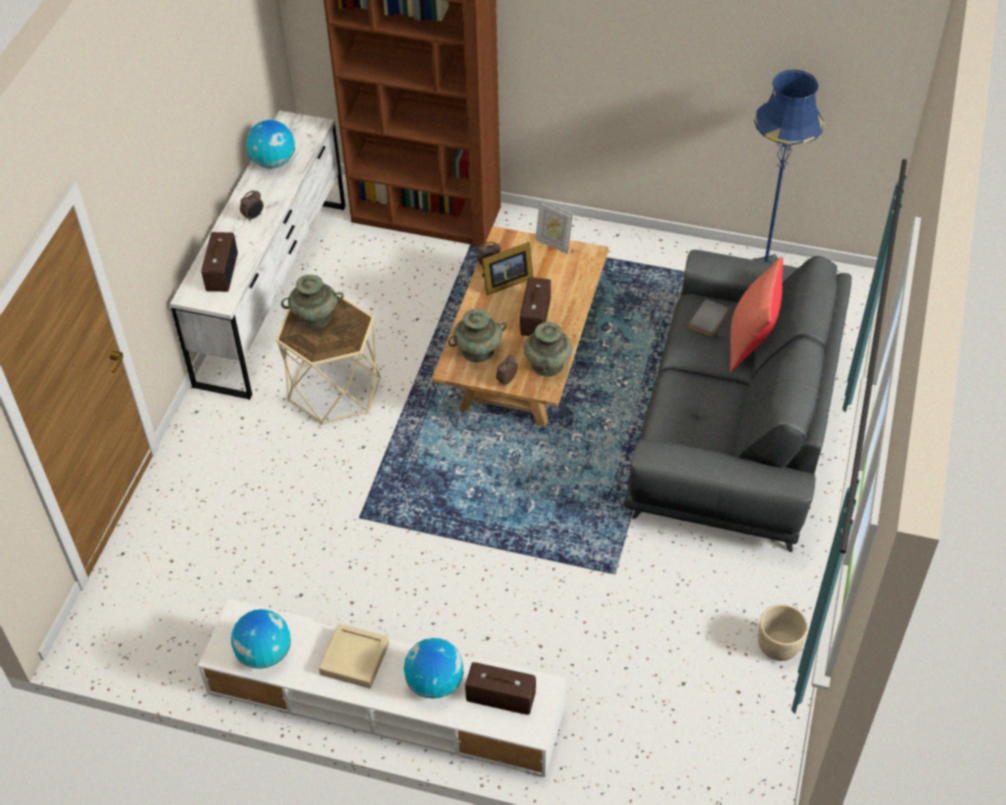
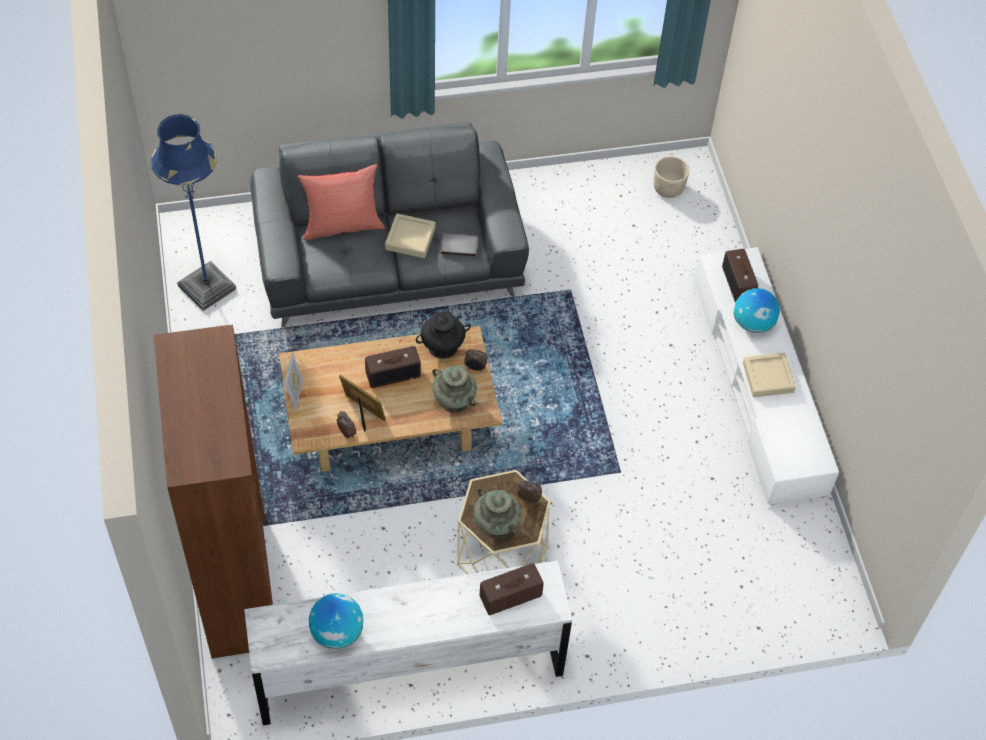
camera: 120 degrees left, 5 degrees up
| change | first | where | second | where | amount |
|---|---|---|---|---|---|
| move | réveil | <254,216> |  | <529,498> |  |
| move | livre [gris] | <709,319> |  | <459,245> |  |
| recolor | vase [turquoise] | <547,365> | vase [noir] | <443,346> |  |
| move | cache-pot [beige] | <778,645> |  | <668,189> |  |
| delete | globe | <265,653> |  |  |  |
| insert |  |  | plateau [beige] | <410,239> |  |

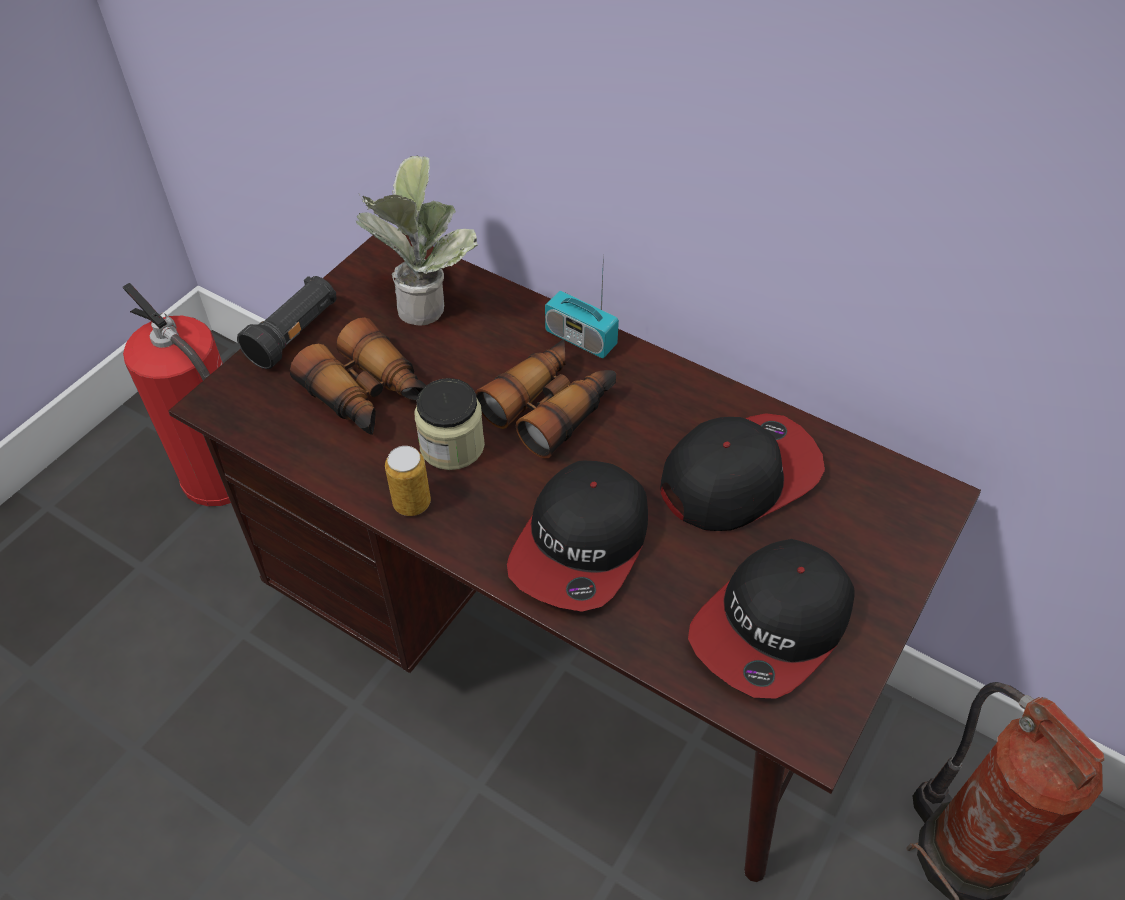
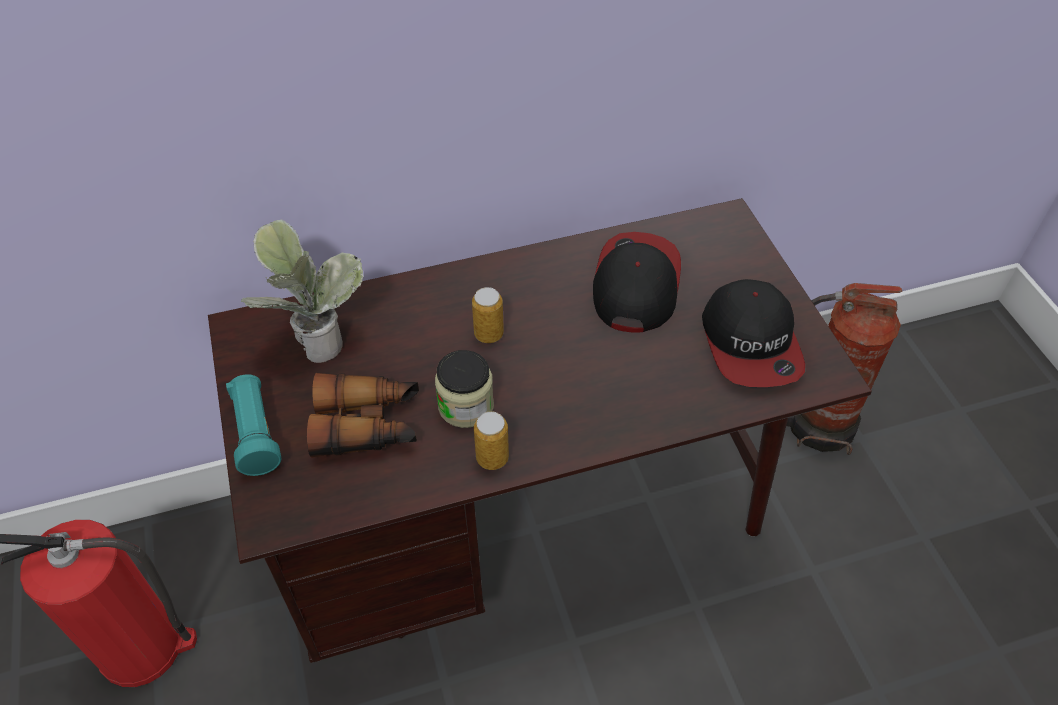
camera: 50 degrees left, 0 degrees up
| change | first | where | second | where | amount |
|---|---|---|---|---|---|
| delete | radio | <580,339> |  |  |  |
| recolor | lampe de poche [noir] | <295,335> | lampe de poche [turquoise] | <256,433> |  |
| replace | jumelles | <551,406> | boîte métallique | <488,334> |  |
| delete | casquette | <582,545> |  |  |  |

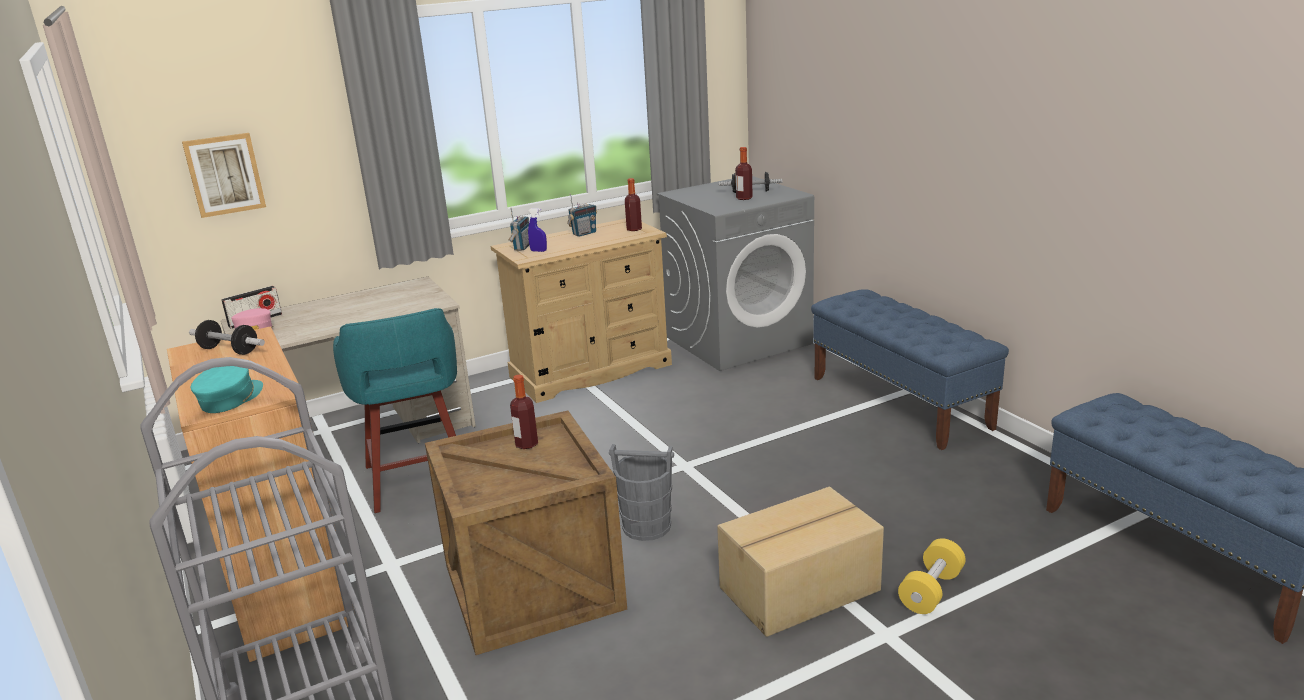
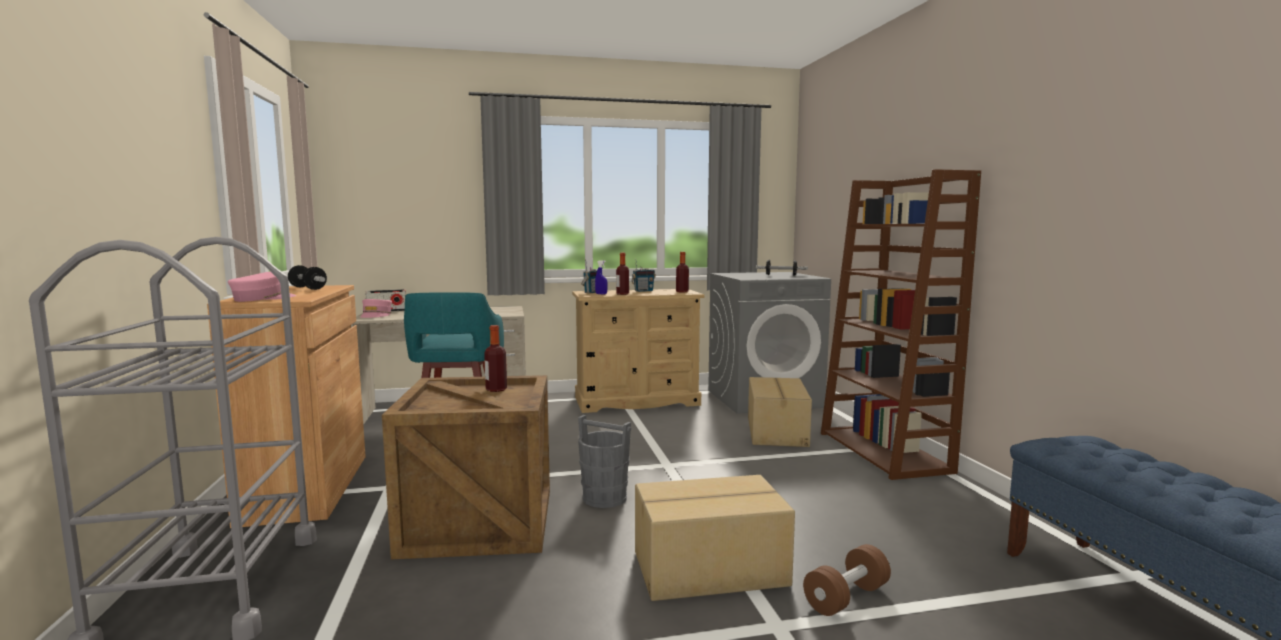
camera: 15 degrees right, 15 degrees down
| change | first | where | second | where | amount |
|---|---|---|---|---|---|
| delete | tableau | <224,174> |  |  |  |
| move | bouteille | <744,198> |  | <622,294> |  |
| replace | banc [bleu] | <900,402> | bibliothèque [marron] | <885,452> |  |
| recolor | casquette [turquoise] | <231,398> | casquette [rose] | <263,299> |  |
| recolor | haltère [jaune] | <931,591> | haltère [marron] | <846,597> |  |
| insert |  |  | carton | <778,432> |  |

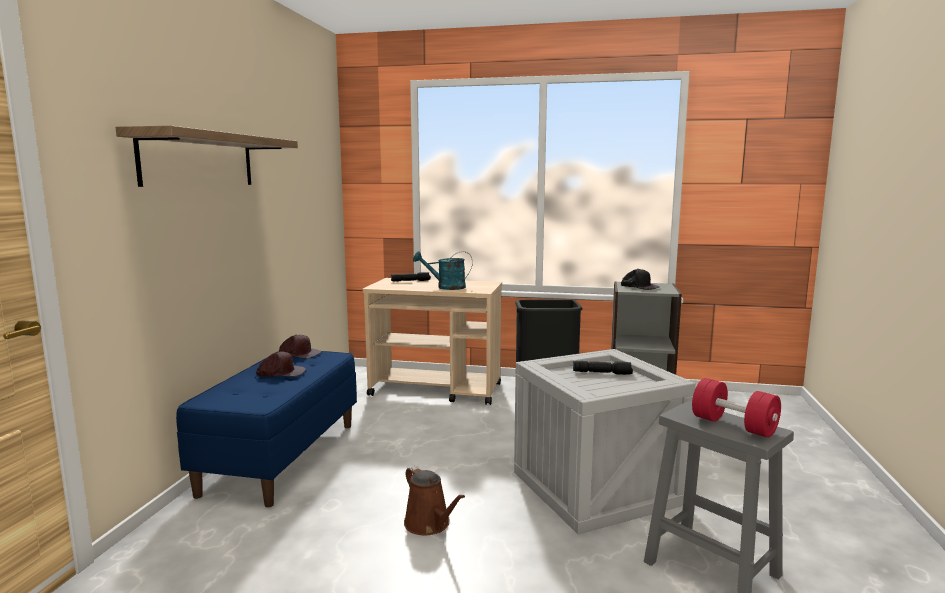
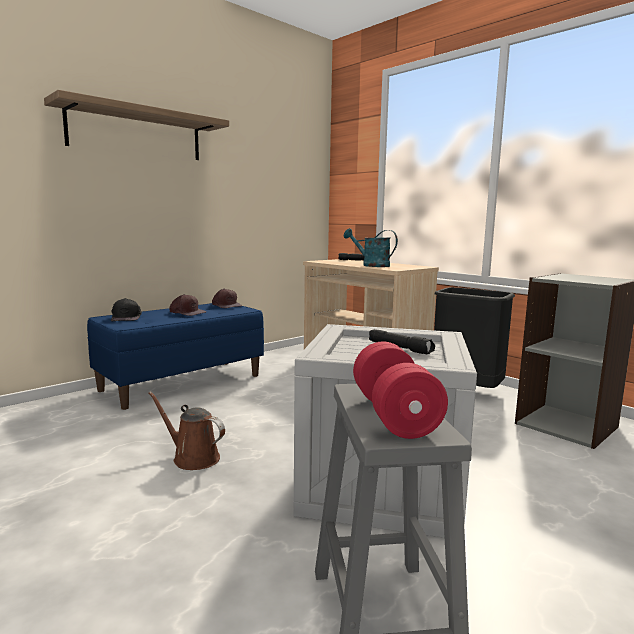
camera: 35 degrees right, 0 degrees up
| change | first | where | second | where | amount |
|---|---|---|---|---|---|
| move | casquette [noir] | <639,286> |  | <127,317> |  |
| rotate | arrosoir [marron] | <429,524> |  | <192,458> | 120 degrees clockwise |

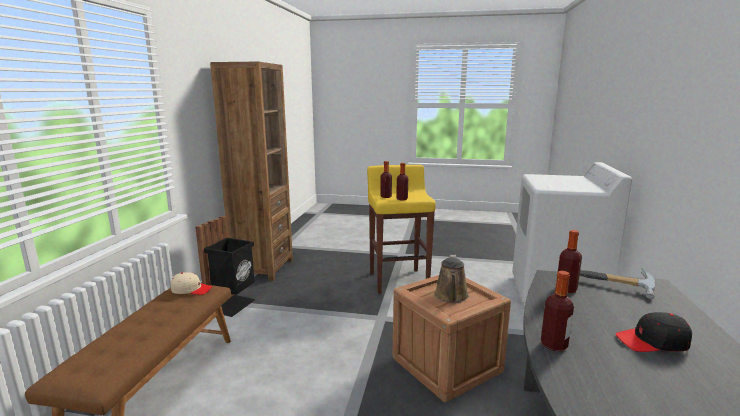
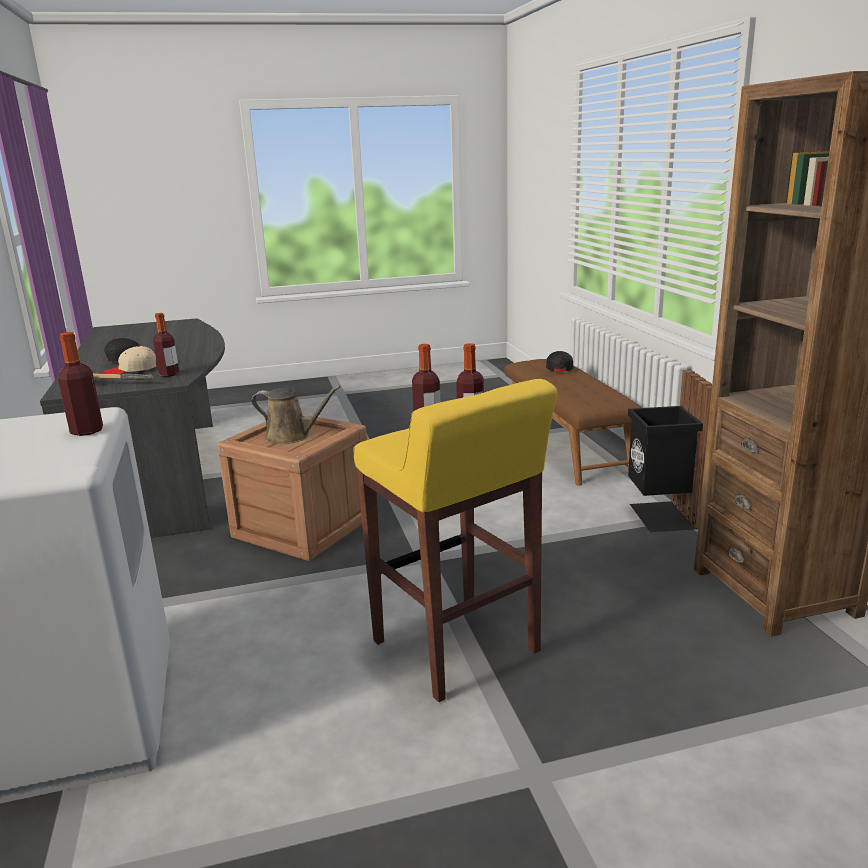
camera: 155 degrees right, 5 degrees up
| change | first | where | second | where | amount |
|---|---|---|---|---|---|
| rotate | arrosoir [marron] | <451,297> |  | <291,436> | 120 degrees clockwise |
| move | bouteille | <553,345> |  | <87,431> |  |
| move | casquette [beige] | <191,289> |  | <132,370> |  |
| insert |  |  | casquette [noir] | <559,367> |  |

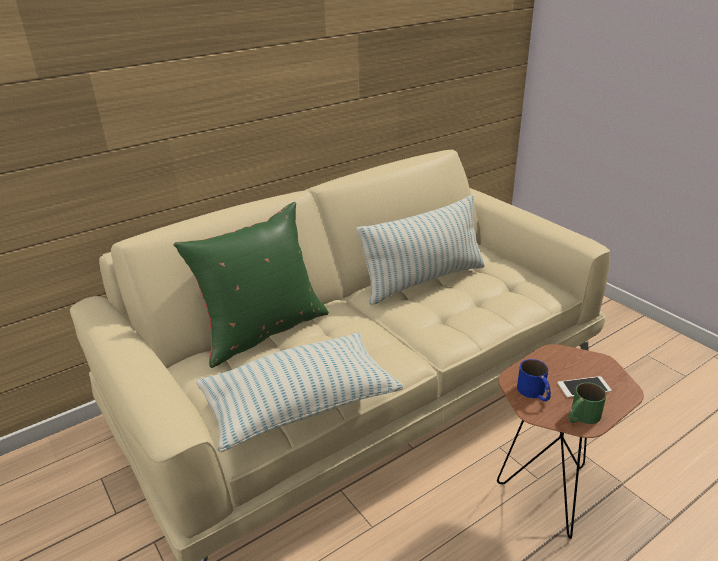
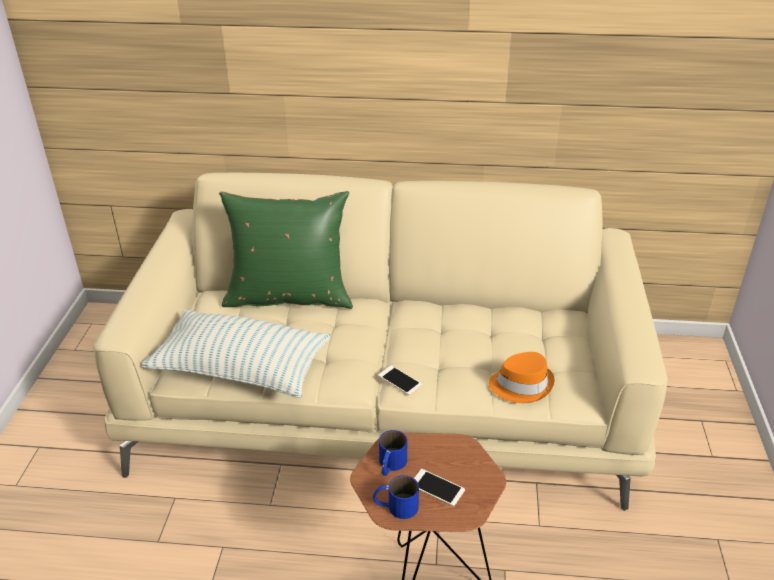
camera: 40 degrees right, 5 degrees up
| change | first | where | second | where | amount |
|---|---|---|---|---|---|
| delete | coussin | <423,280> |  |  |  |
| recolor | mug [vert] | <581,417> | mug [bleu] | <395,506> |  |
| insert |  |  | chapeau [orange] | <521,385> |  |
| insert |  |  | téléphone | <400,380> |  |

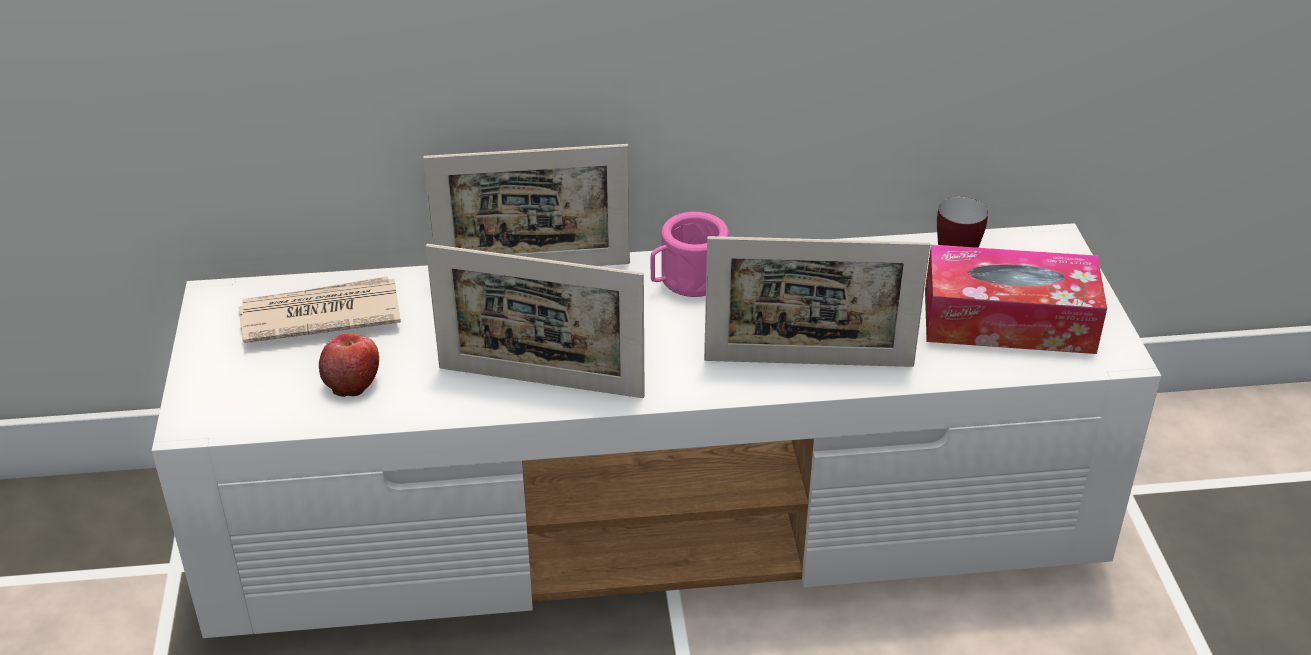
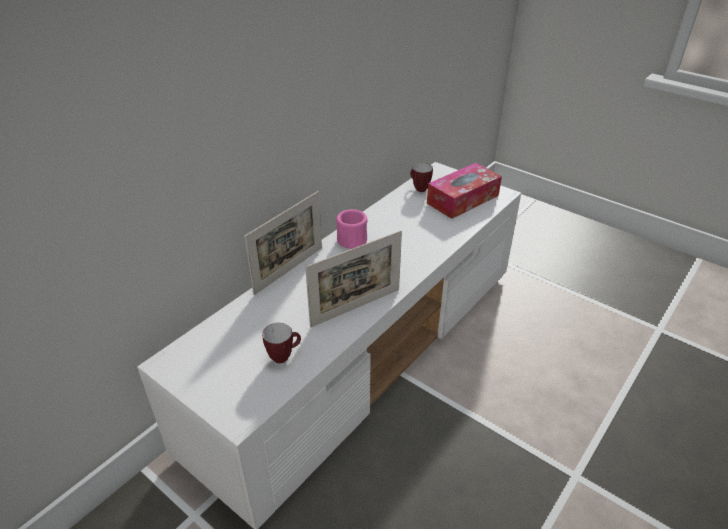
camera: 45 degrees left, 0 degrees up
| change | first | where | second | where | amount |
|---|---|---|---|---|---|
| delete | cadre photo | <808,363> |  |  |  |
| delete | journal | <319,316> |  |  |  |
| replace | pomme | <352,382> | mug | <284,356> |  |

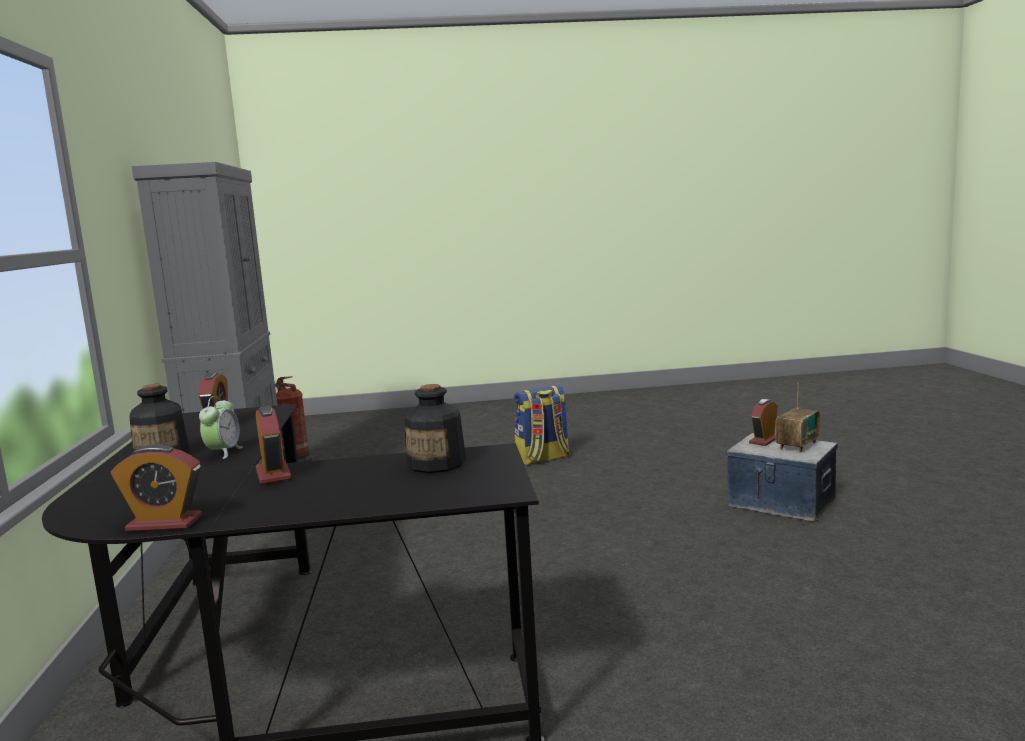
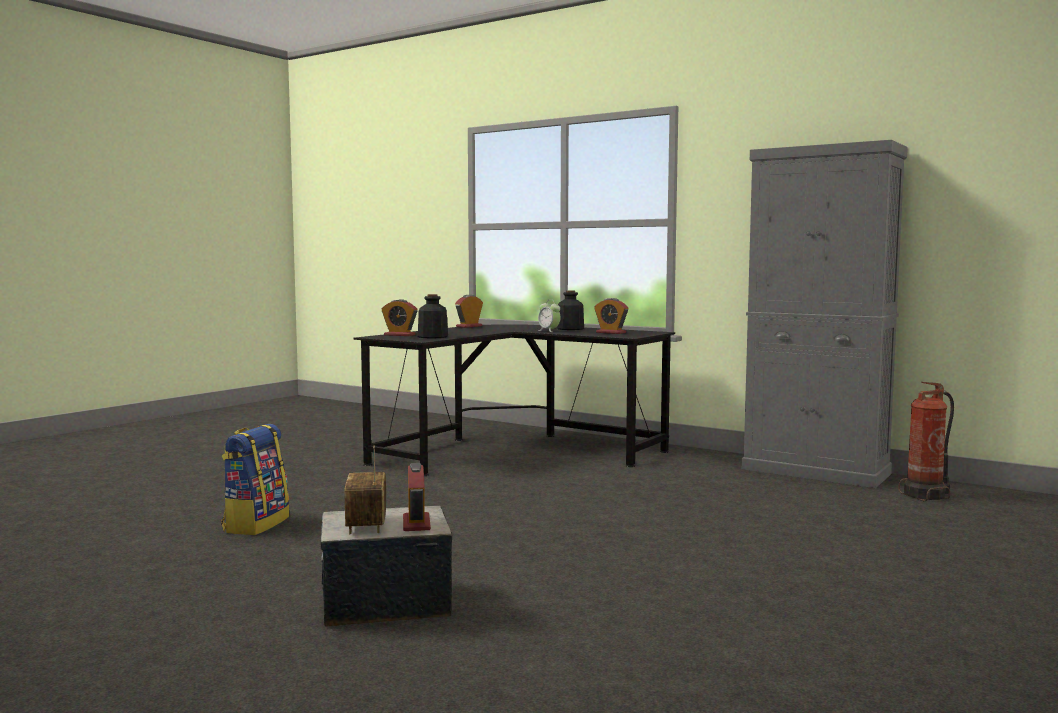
camera: 130 degrees right, 5 degrees down
| change | first | where | second | where | amount |
|---|---|---|---|---|---|
| move | sac à dos | <543,458> |  | <255,524> |  |
| move | réveil | <273,474> |  | <399,335> |  |

